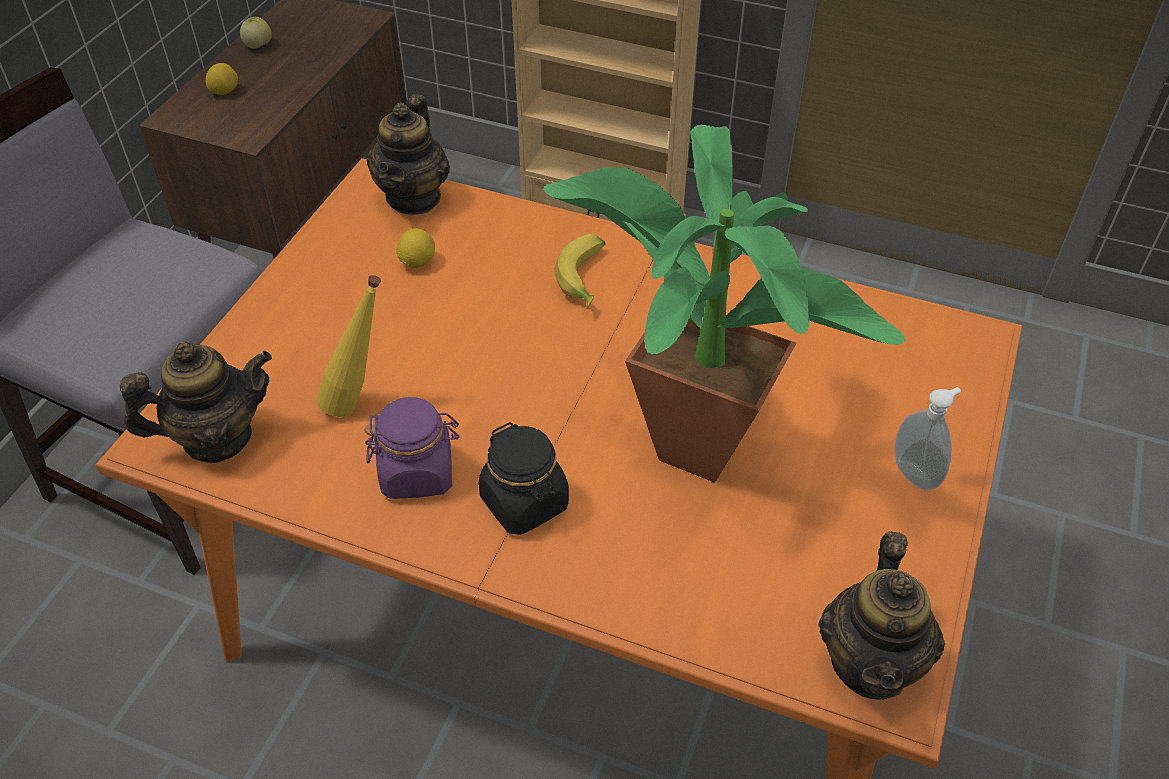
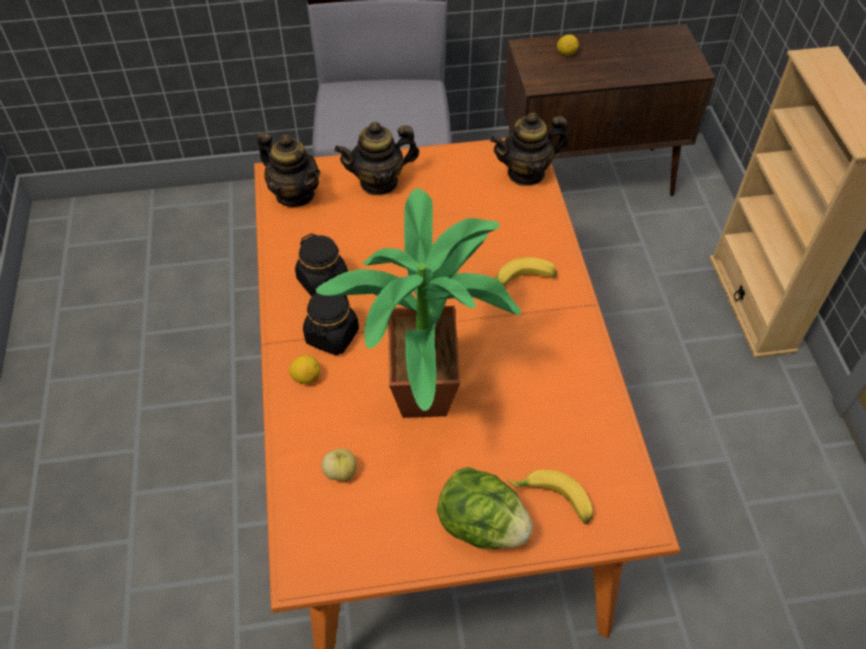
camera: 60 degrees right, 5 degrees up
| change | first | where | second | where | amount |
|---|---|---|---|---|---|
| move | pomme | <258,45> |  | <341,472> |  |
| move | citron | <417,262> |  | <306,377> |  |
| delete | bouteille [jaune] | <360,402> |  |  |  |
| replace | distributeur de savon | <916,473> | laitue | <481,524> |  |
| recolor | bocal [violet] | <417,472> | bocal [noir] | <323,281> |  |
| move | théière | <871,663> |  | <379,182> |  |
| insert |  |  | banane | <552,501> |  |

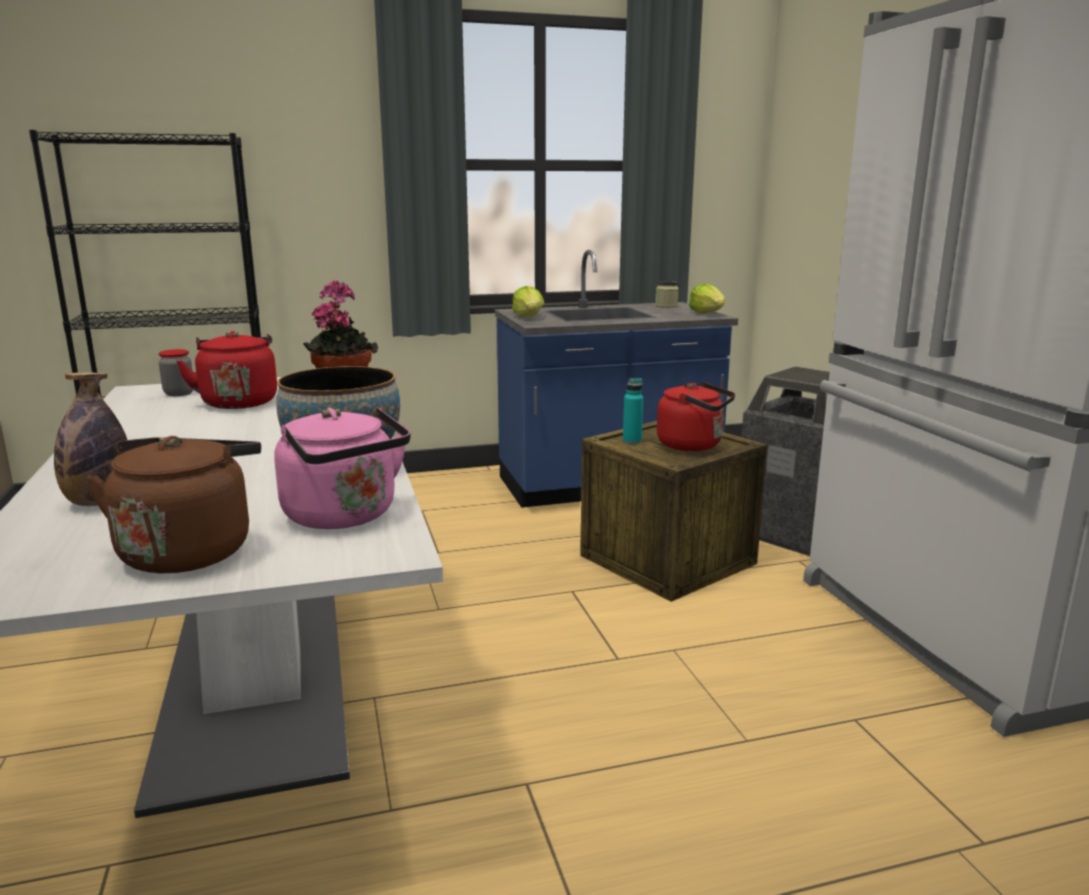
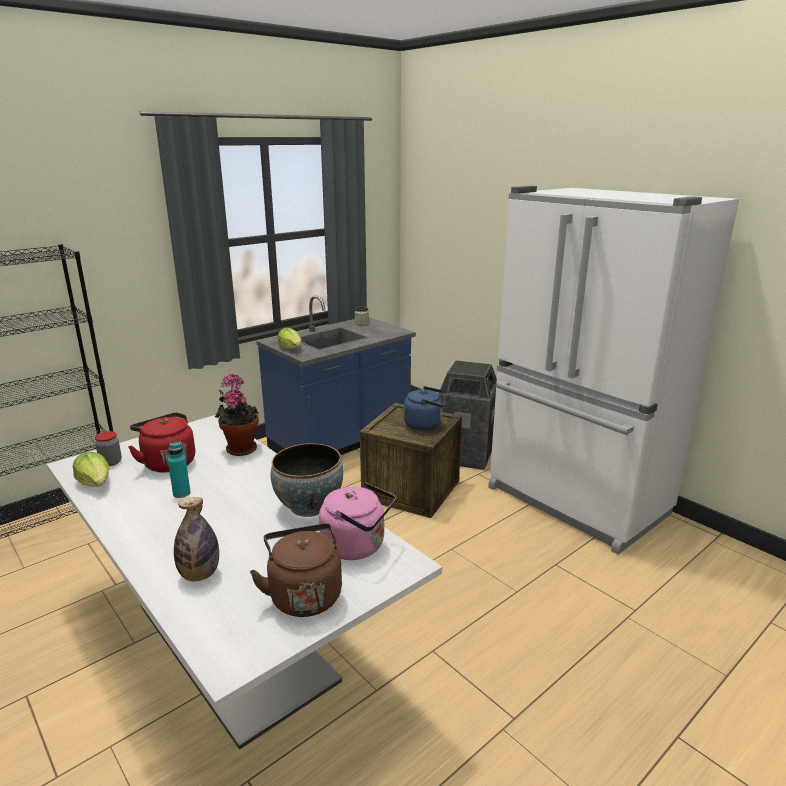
camera: 25 degrees left, 5 degrees up
| change | first | where | second | where | amount |
|---|---|---|---|---|---|
| move | laitue | <708,314> |  | <96,483> |  |
| move | bouteille [turquoise] | <632,441> |  | <181,493> |  |
| recolor | bouilloire [rouge] | <693,445> | bouilloire [bleu] | <425,424> |  |

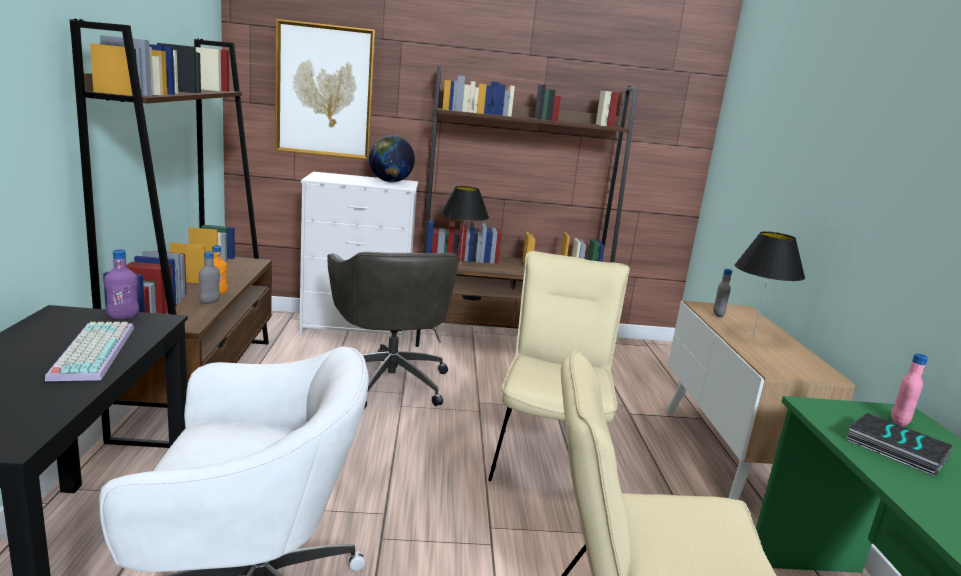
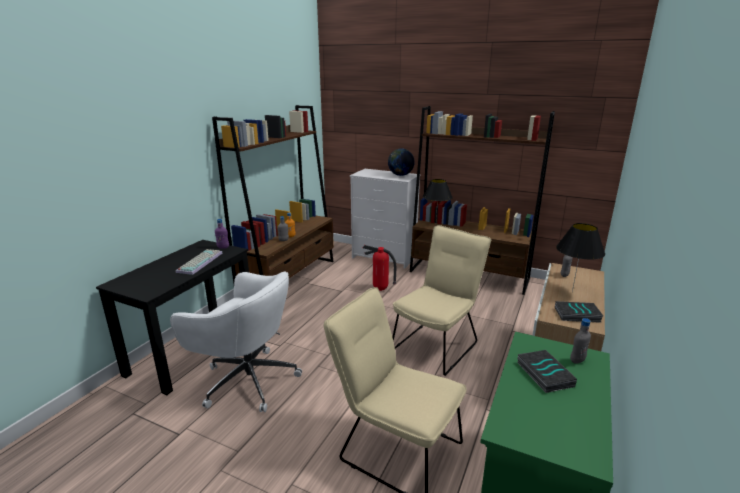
camera: 30 degrees right, 5 degrees up
| change | first | where | second | where | amount |
|---|---|---|---|---|---|
| delete | tableau | <324,91> |  |  |  |
| replace | chaise de bureau [gris] | <390,381> | extincteur | <380,289> |  |
| recolor | bouteille [rose] | <899,422> | bouteille [gris] | <577,360> |  |
| insert |  |  | livre | <577,315> |  |

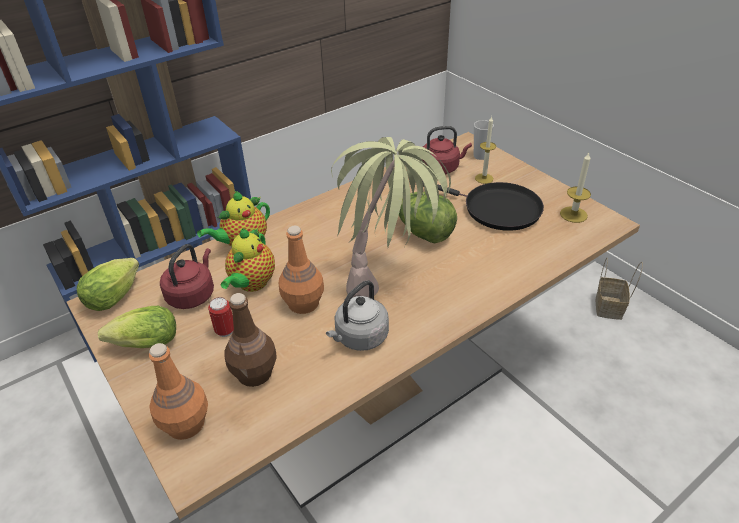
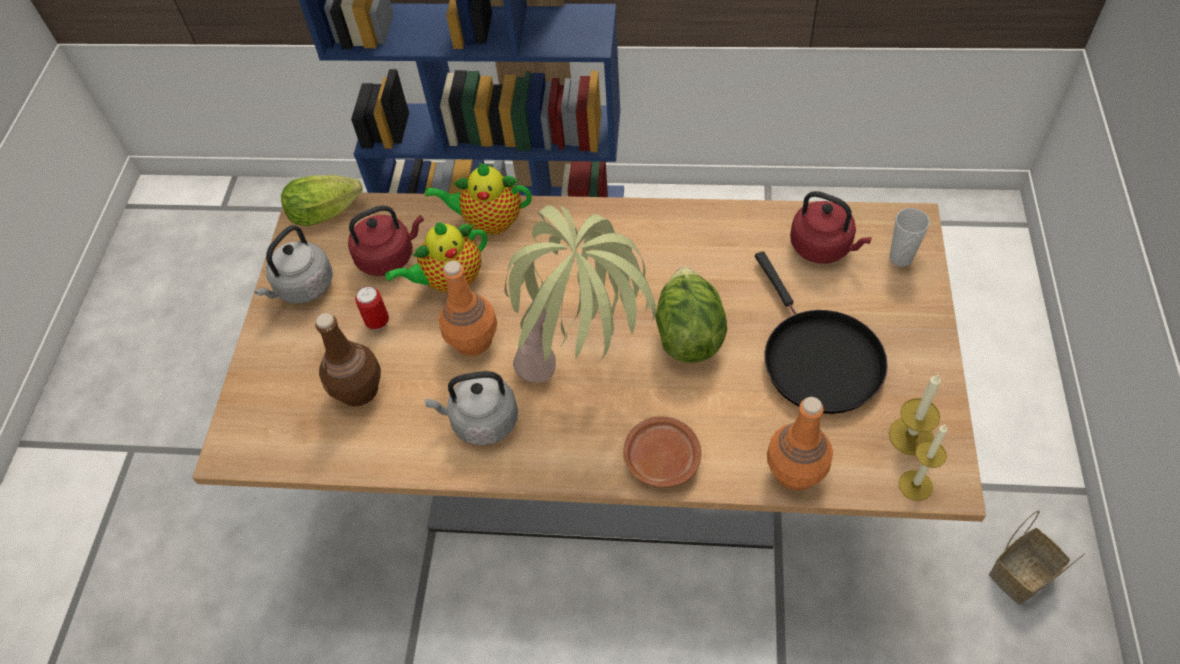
camera: 45 degrees right, 15 degrees up
| change | first | where | second | where | amount |
|---|---|---|---|---|---|
| move | bougie | <484,178> |  | <915,485> |  |
| replace | laitue | <142,345> | bouilloire [gris] | <302,288> |  |
| move | bouteille [orange] | <185,423> |  | <795,470> |  |
| insert |  |  | assiette [marron] | <661,458> |  |

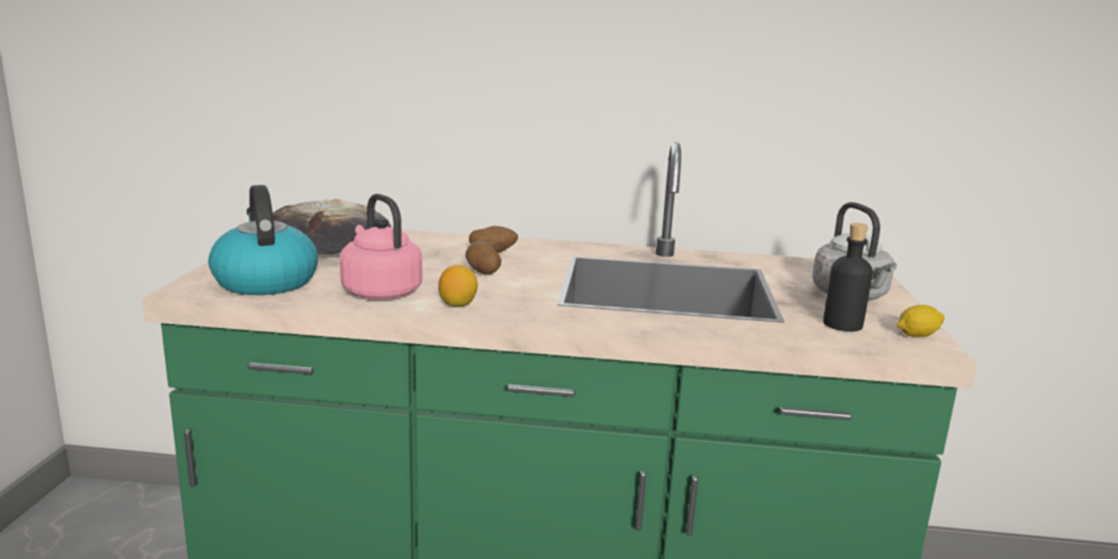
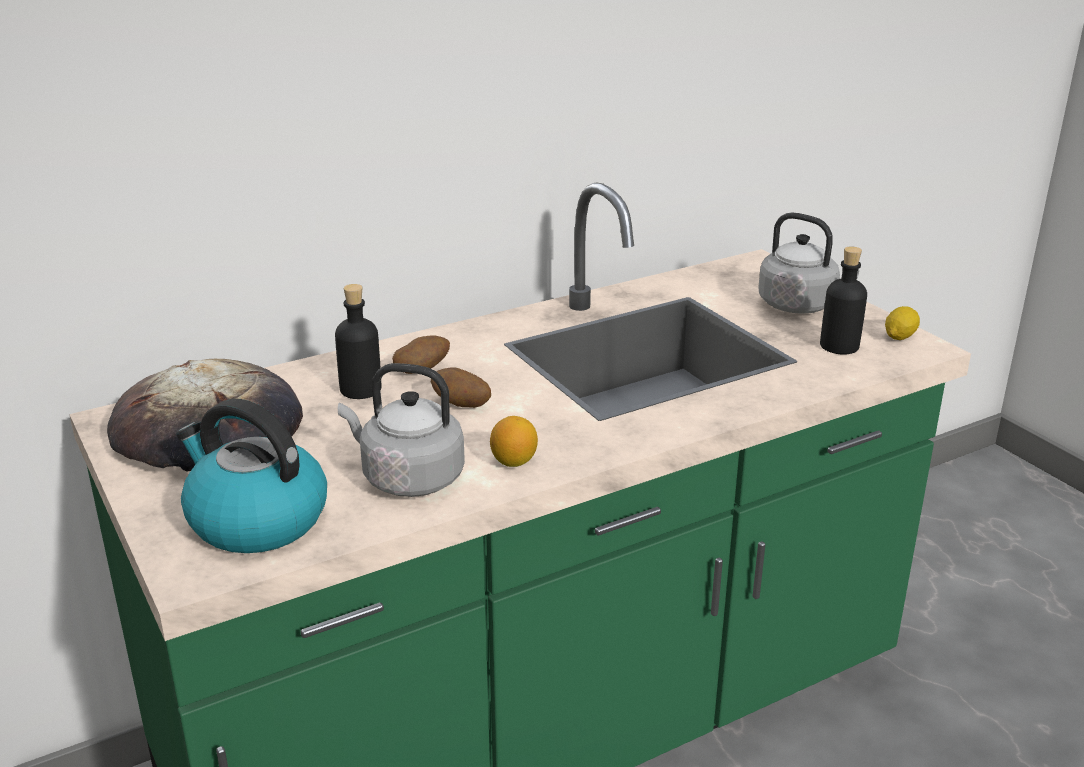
camera: 35 degrees left, 10 degrees up
| change | first | where | second | where | amount |
|---|---|---|---|---|---|
| recolor | bouilloire [rose] | <380,291> | bouilloire [gris] | <407,478> |  |
| insert |  |  | bouteille [noir] | <361,389> |  |

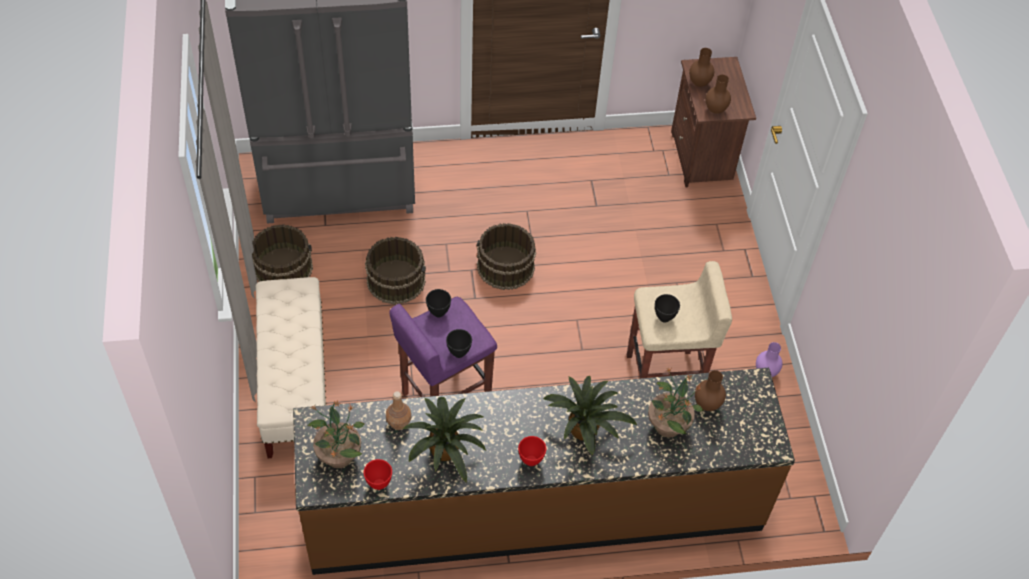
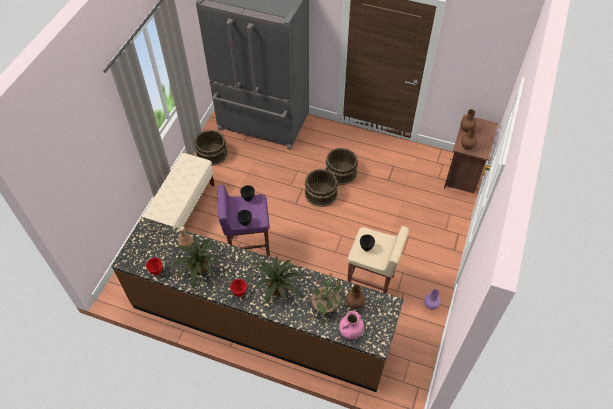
camera: 30 degrees right, 0 degrees up
| change | first | where | second | where | amount |
|---|---|---|---|---|---|
| move | seau [marron] | <396,280> |  | <341,172> |  |
| delete | plante en pot | <339,455> |  |  |  |
| insert |  |  | vase [rose] | <350,332> |  |

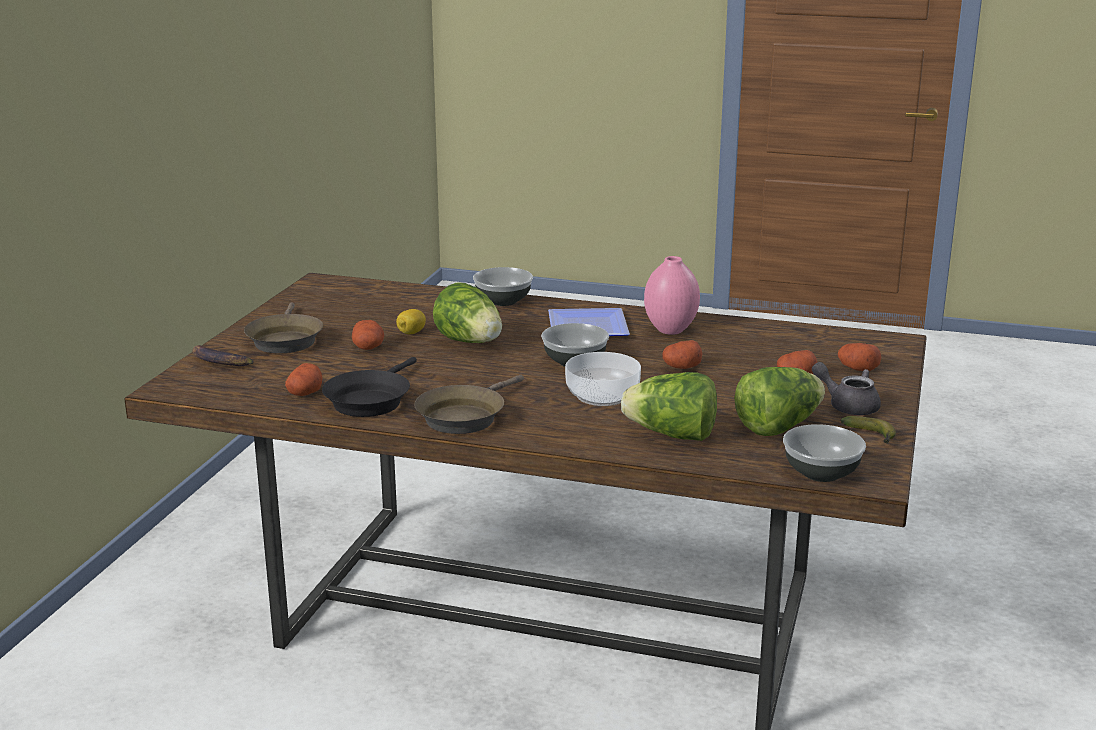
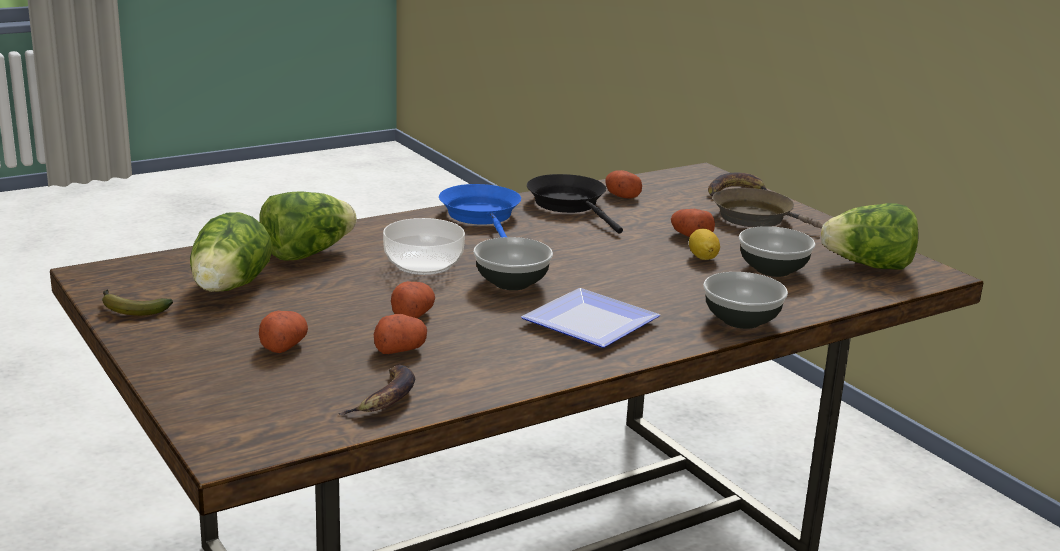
camera: 130 degrees right, 0 degrees up
| change | first | where | second | where | amount |
|---|---|---|---|---|---|
| delete | vase [rose] | <671,330> |  |  |  |
| move | laitue | <470,342> |  | <868,266> |  |
| move | pomme de terre | <857,368> |  | <400,349> |  |
| delete | théière [gris] | <848,405> |  |  |  |
| recolor | poêle [marron] | <464,416> | poêle [bleu] | <482,217> |  |
| move | bol | <820,473> |  | <773,269> |  |
| insert |  |  | banane | <385,398> |  |

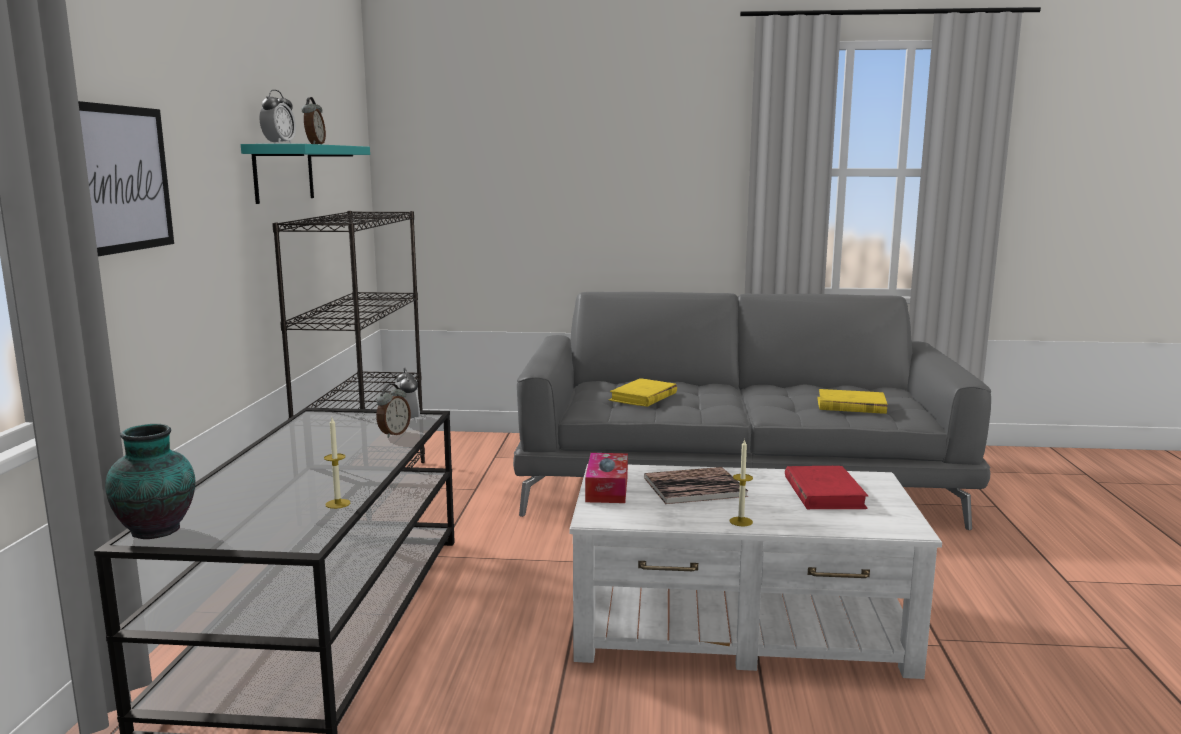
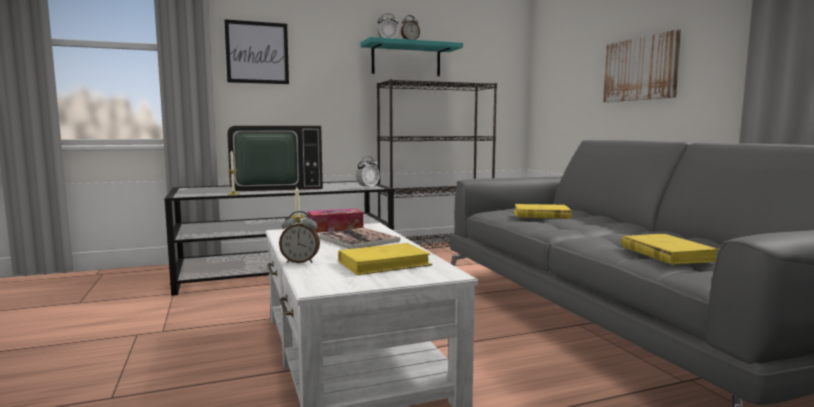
camera: 65 degrees right, 5 degrees down
| change | first | where | second | where | amount |
|---|---|---|---|---|---|
| move | réveil | <393,434> |  | <300,262> |  |
| delete | vase | <158,530> |  |  |  |
| recolor | livre [rouge] | <824,493> | livre [jaune] | <384,264> |  |
| insert |  |  | tableau | <640,69> |  |
| insert |  |  | téléviseur | <276,187> |  |

